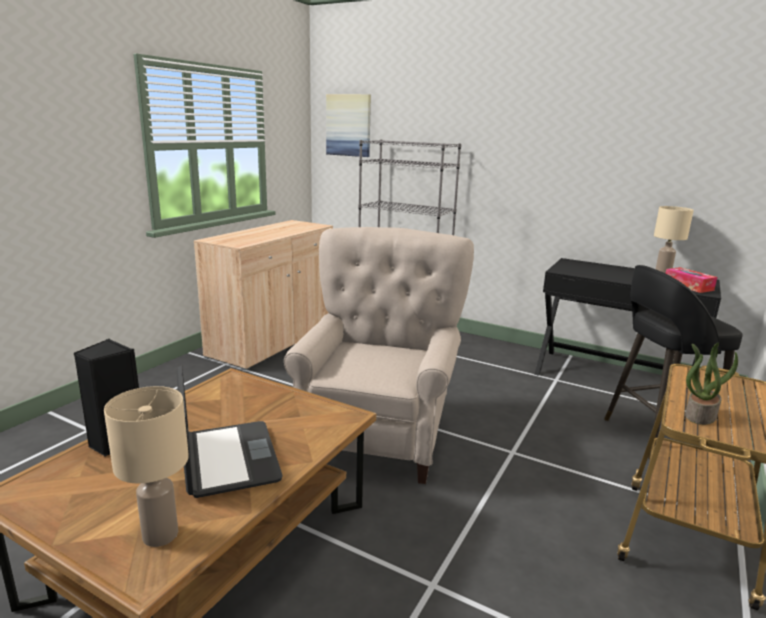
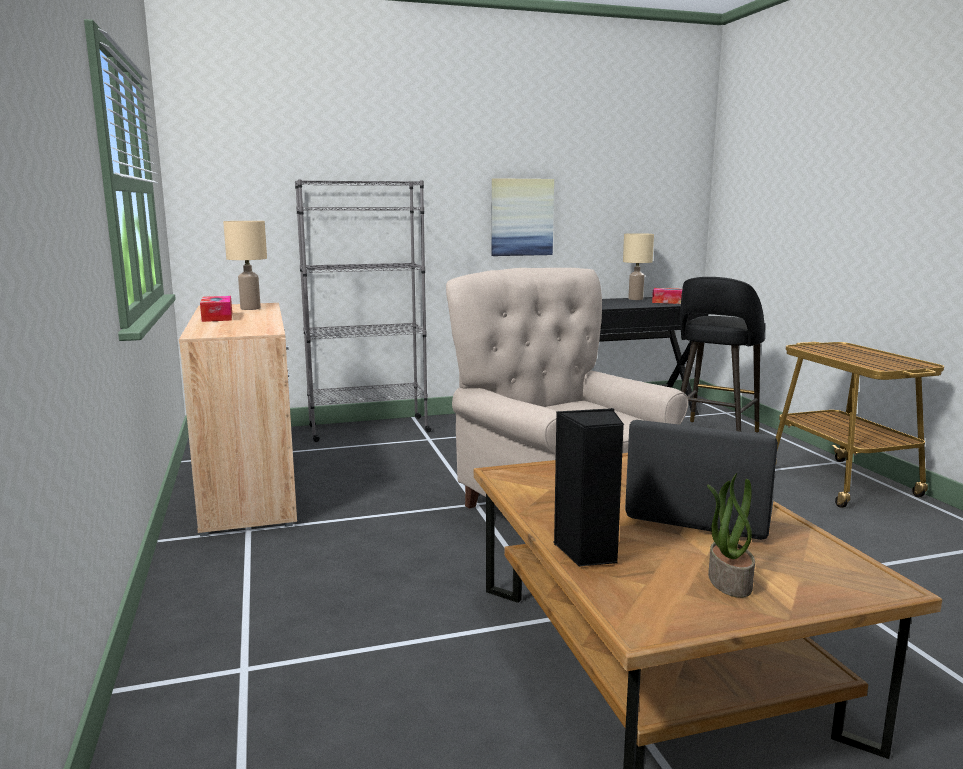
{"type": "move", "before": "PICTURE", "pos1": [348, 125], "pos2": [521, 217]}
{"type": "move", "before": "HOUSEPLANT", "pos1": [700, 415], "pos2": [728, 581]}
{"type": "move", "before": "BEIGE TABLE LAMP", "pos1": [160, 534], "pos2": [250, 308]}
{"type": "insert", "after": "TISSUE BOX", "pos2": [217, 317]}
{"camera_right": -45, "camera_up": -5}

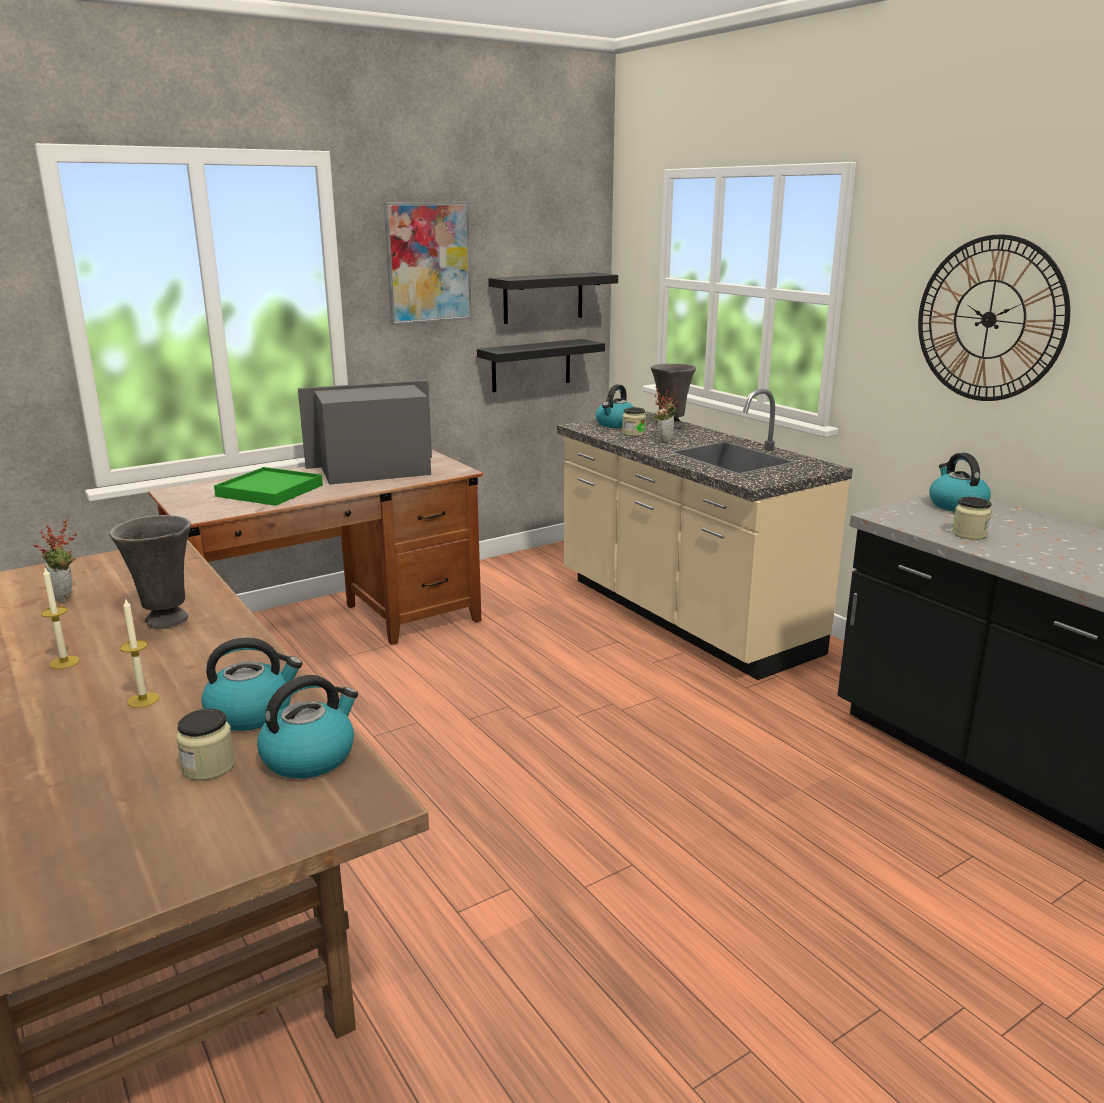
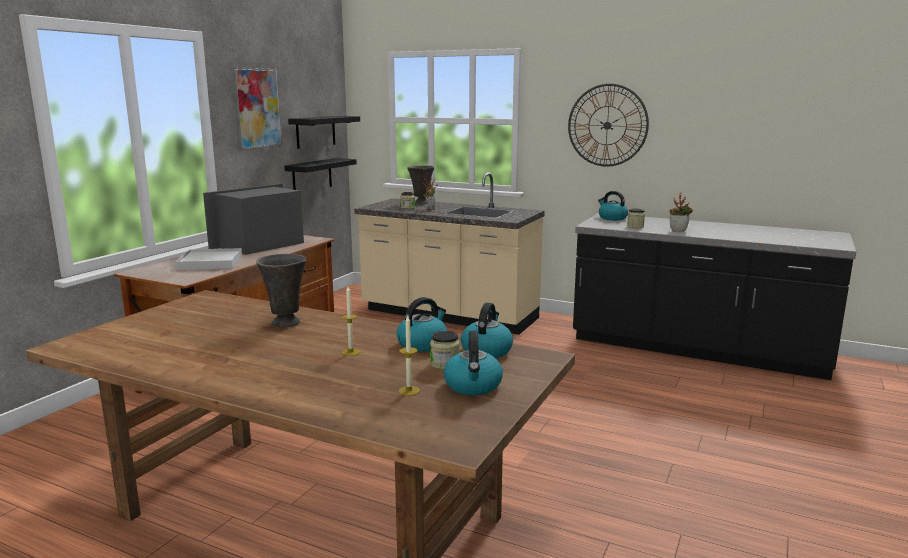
{"type": "move", "before": "KETTLE", "pos1": [616, 424], "pos2": [473, 386]}
{"type": "recolor", "before": "GREEN-COLOURED TRAY", "after": "WHITE TRAY", "pos1": [270, 491], "pos2": [210, 262]}
{"type": "move", "before": "HOUSEPLANT", "pos1": [66, 597], "pos2": [679, 231]}
{"type": "move", "before": "CANDLE", "pos1": [64, 662], "pos2": [409, 391]}
{"camera_right": -30, "camera_up": -5}

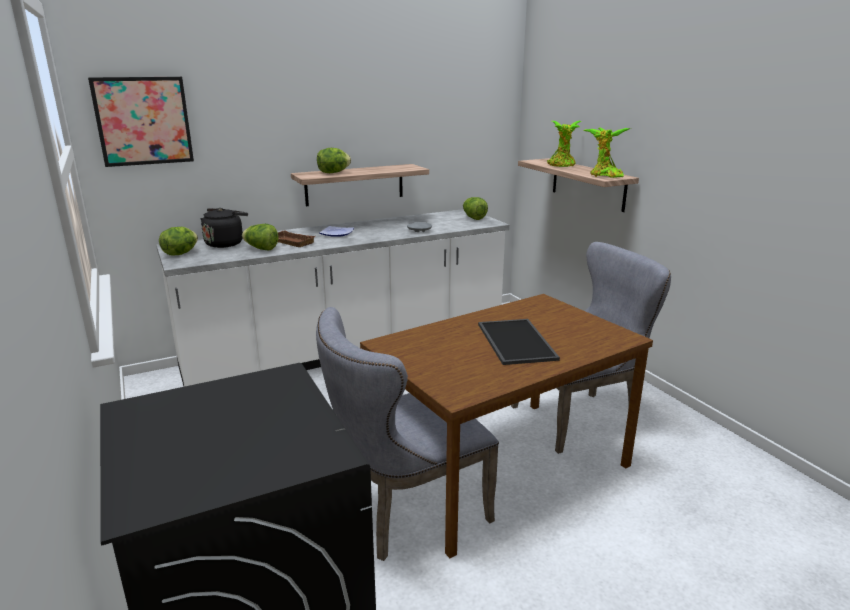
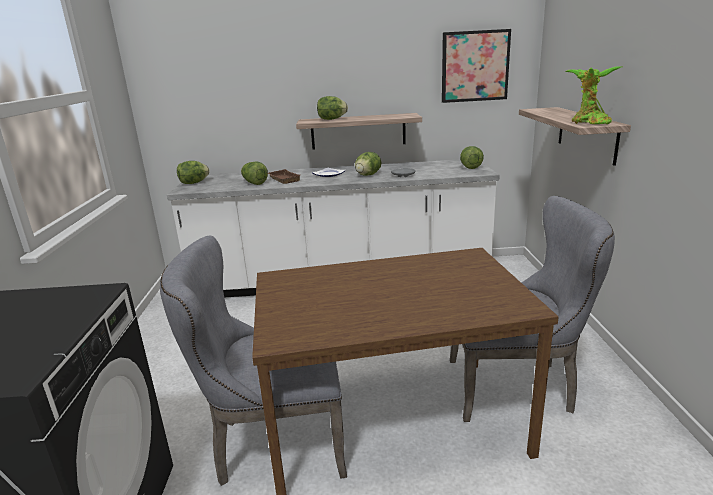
{"type": "move", "before": "PICTURE", "pos1": [143, 121], "pos2": [474, 66]}
{"type": "delete", "before": "HOUSEPLANT", "pos1": [562, 165]}
{"type": "delete", "before": "BLACK KETTLE", "pos1": [225, 243]}
{"type": "delete", "before": "TRAY", "pos1": [514, 341]}
{"type": "insert", "after": "LETTUCE", "pos2": [367, 175]}
{"camera_right": 25, "camera_up": 0}

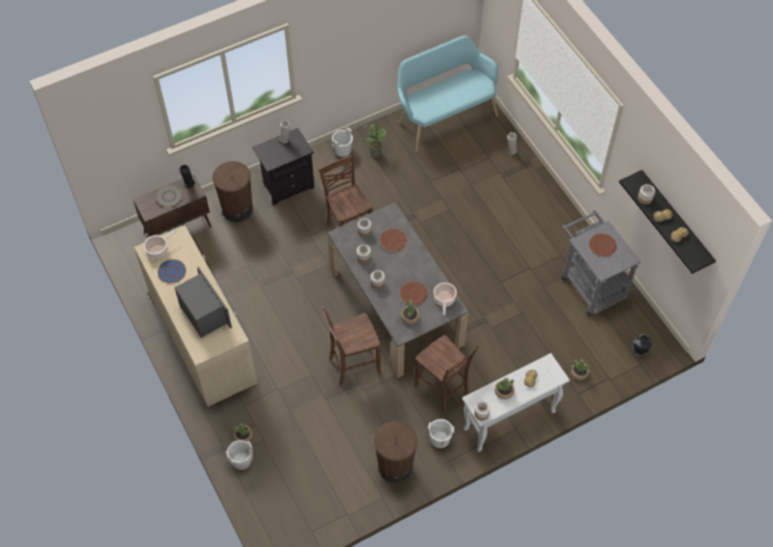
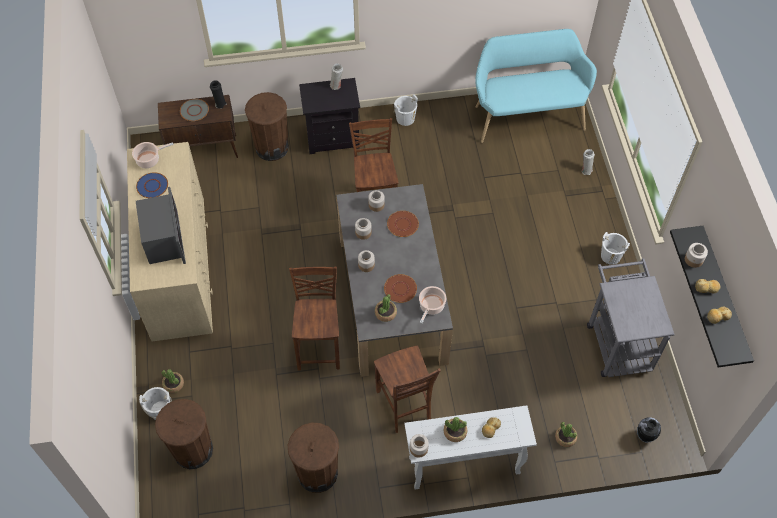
{"type": "delete", "before": "HOUSEPLANT", "pos1": [376, 151]}
{"type": "delete", "before": "BROWNISH DINNER PLATE", "pos1": [602, 245]}
{"type": "rotate", "before": "BROWNISH PLAIN CHAIR", "pos1": [353, 365], "pos2": [320, 347], "turn": 90}
{"type": "move", "before": "WHITE PAIL", "pos1": [440, 439], "pos2": [610, 256]}
{"type": "insert", "after": "BROWNISH WASTE BIN", "pos2": [193, 450]}
{"camera_right": 20, "camera_up": 0}

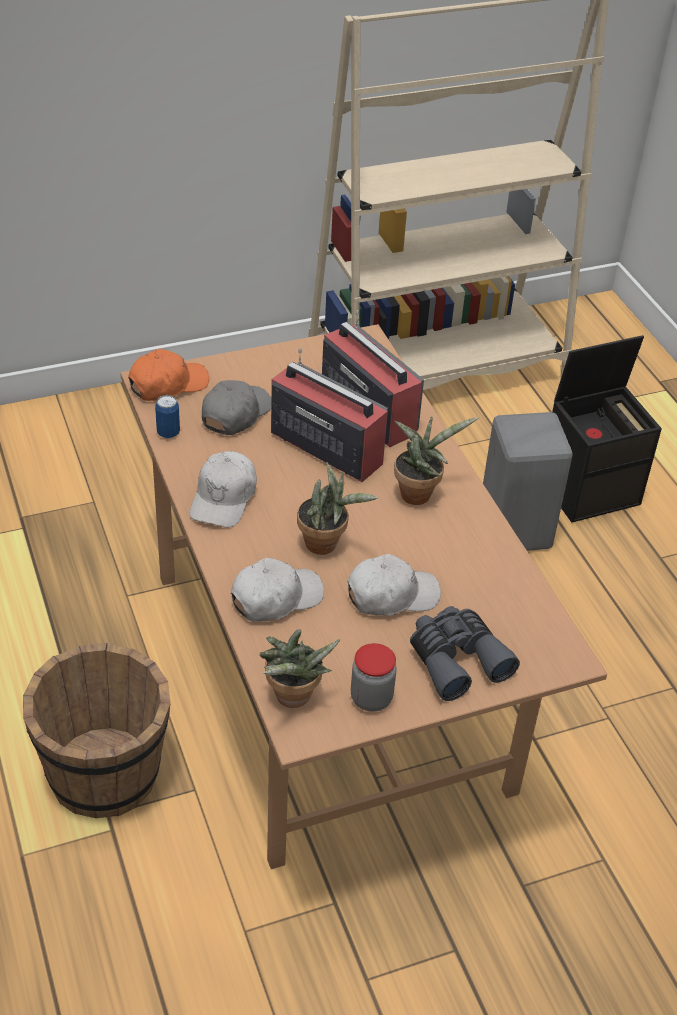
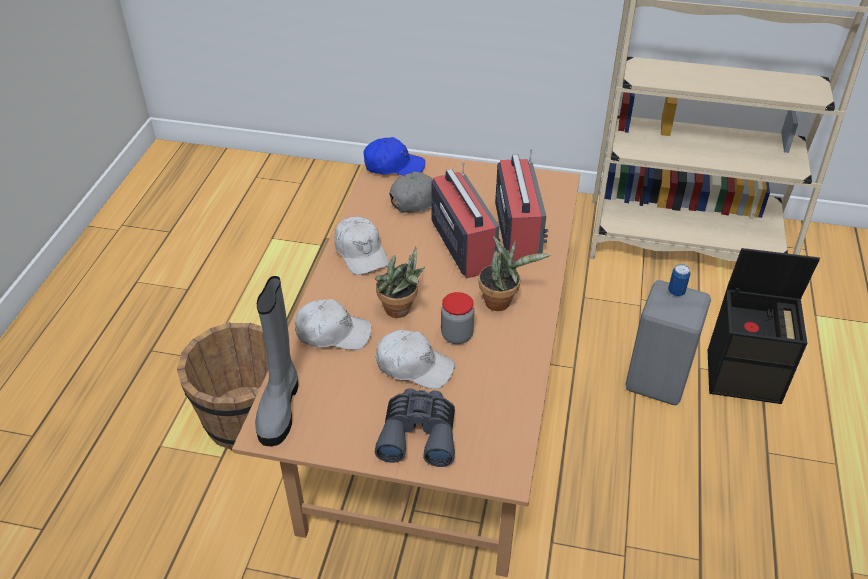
{"type": "recolor", "before": "ORANGE BASEBALL CAP", "after": "BLUE-COLOURED BASEBALL CAP", "pos1": [168, 384], "pos2": [393, 166]}
{"type": "move", "before": "CAN", "pos1": [168, 433], "pos2": [676, 292]}
{"type": "rotate", "before": "WHITE BASEBALL CAP", "pos1": [224, 498], "pos2": [361, 252], "turn": -75}
{"type": "replace", "before": "HOUSEPLANT", "after": "GRAY HIGH-TOP BOOT", "pos1": [293, 699], "pos2": [280, 407]}
{"type": "move", "before": "STORAGE JAR", "pos1": [371, 698], "pos2": [457, 335]}
{"camera_right": 35, "camera_up": 0}

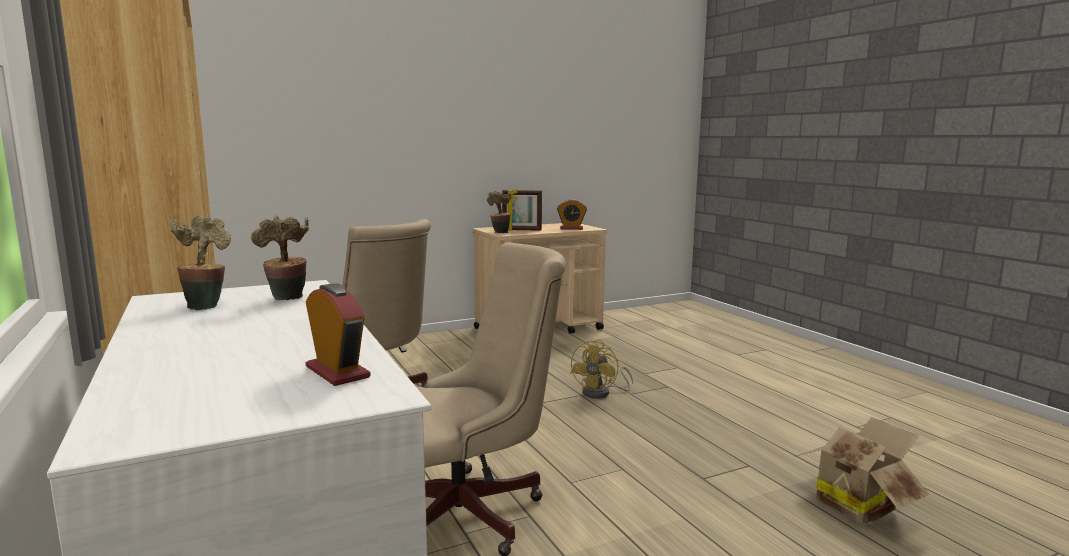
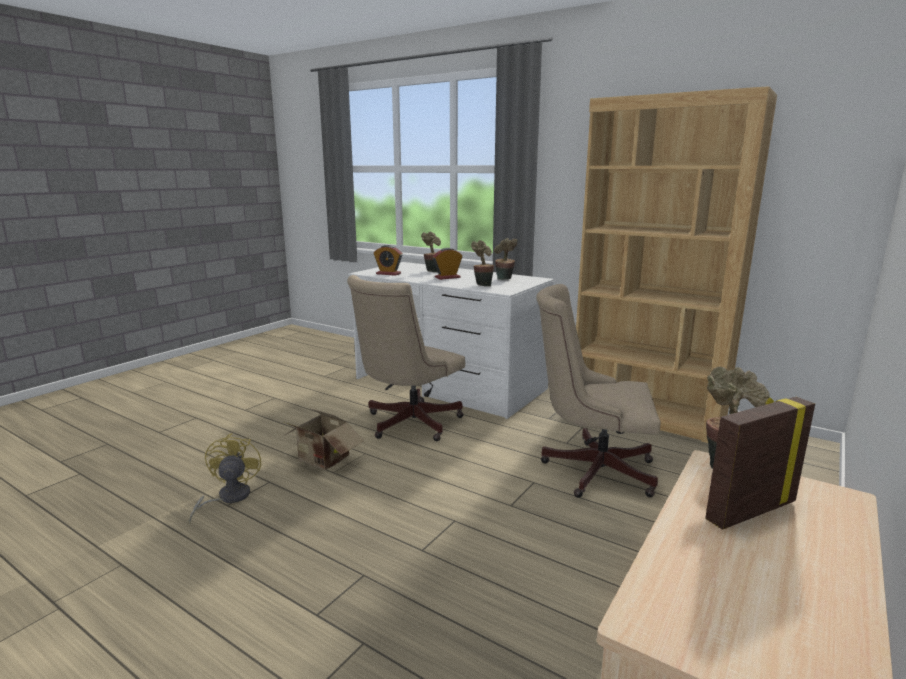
{"type": "move", "before": "BEDSIDE CLOCK", "pos1": [571, 228], "pos2": [447, 277]}
{"type": "move", "before": "YELLOWISH COOLING FAN", "pos1": [601, 393], "pos2": [228, 498]}
{"type": "move", "before": "PACKING BOX", "pos1": [856, 504], "pos2": [322, 461]}
{"type": "insert", "after": "HOUSEPLANT", "pos2": [432, 271]}
{"camera_right": 150, "camera_up": 5}

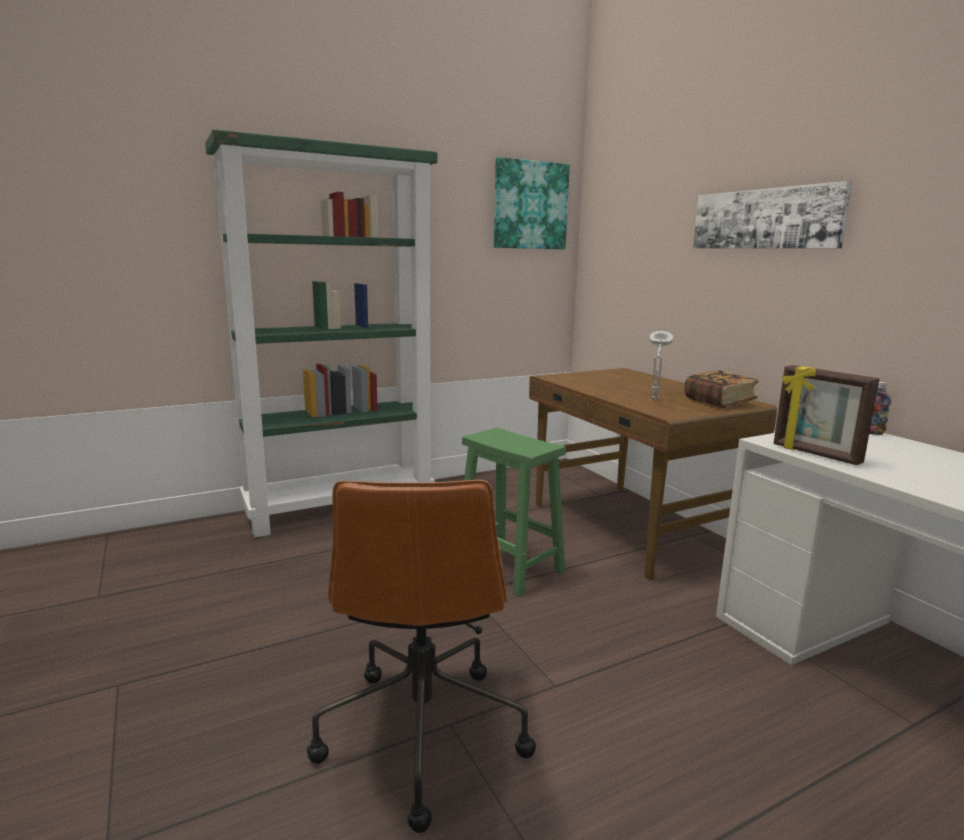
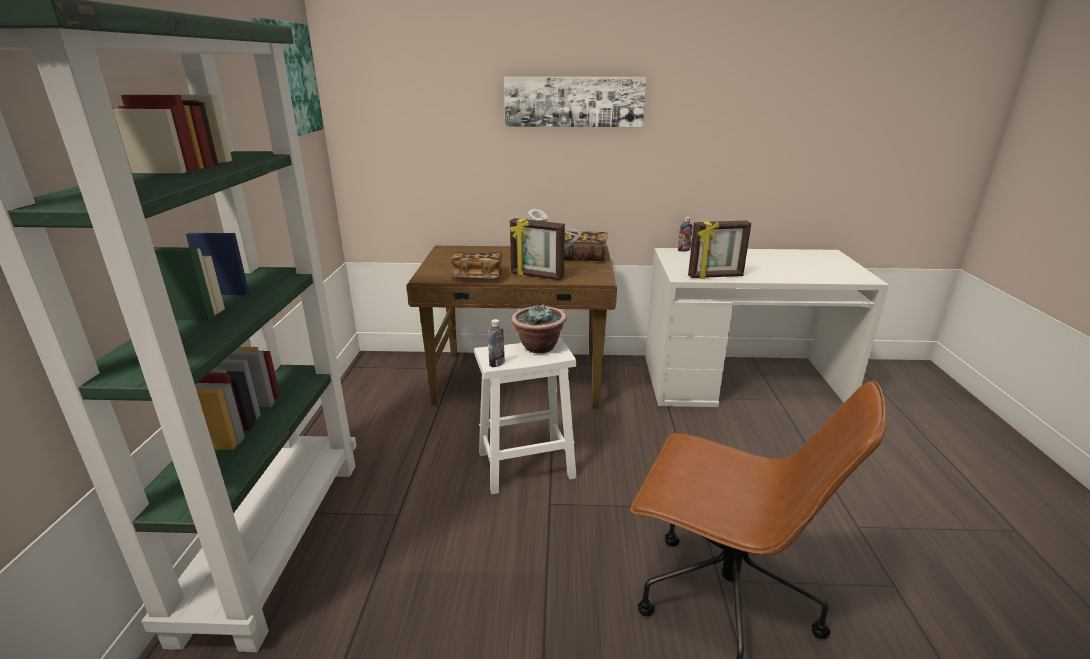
{"type": "recolor", "before": "GREEN-COLOURED STOOL SEAT", "after": "WHITE STOOL SEAT", "pos1": [507, 567], "pos2": [524, 465]}
{"type": "insert", "after": "PICTURE FRAME", "pos2": [536, 276]}
{"type": "insert", "after": "BOUND BOOK", "pos2": [478, 277]}
{"type": "insert", "after": "HOUSEPLANT", "pos2": [538, 347]}
{"type": "insert", "after": "BEVERAGE BOTTLE", "pos2": [497, 363]}
{"camera_right": -60, "camera_up": 10}

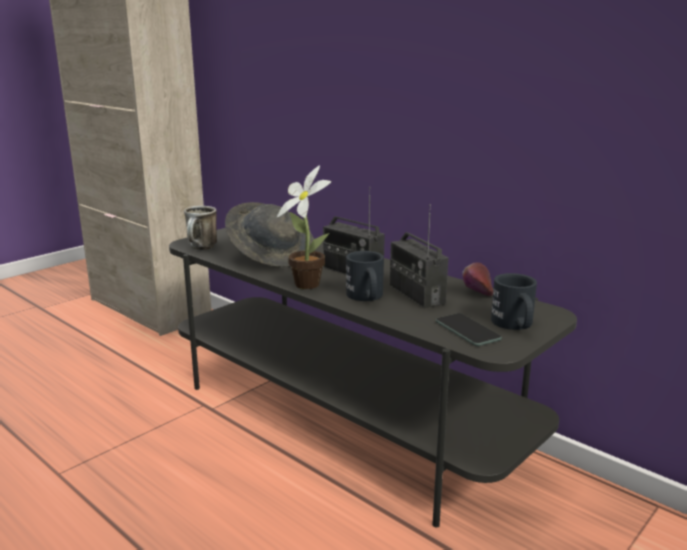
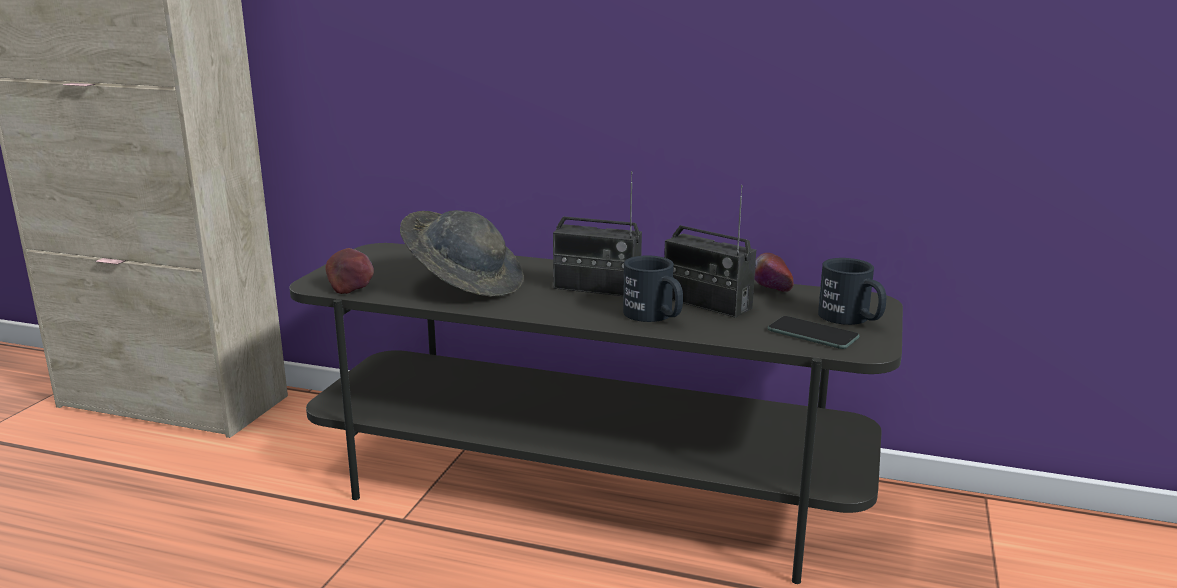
{"type": "delete", "before": "HOUSEPLANT", "pos1": [306, 283]}
{"type": "replace", "before": "MUG", "after": "APPLE", "pos1": [201, 249], "pos2": [351, 288]}
{"camera_right": -25, "camera_up": 0}

